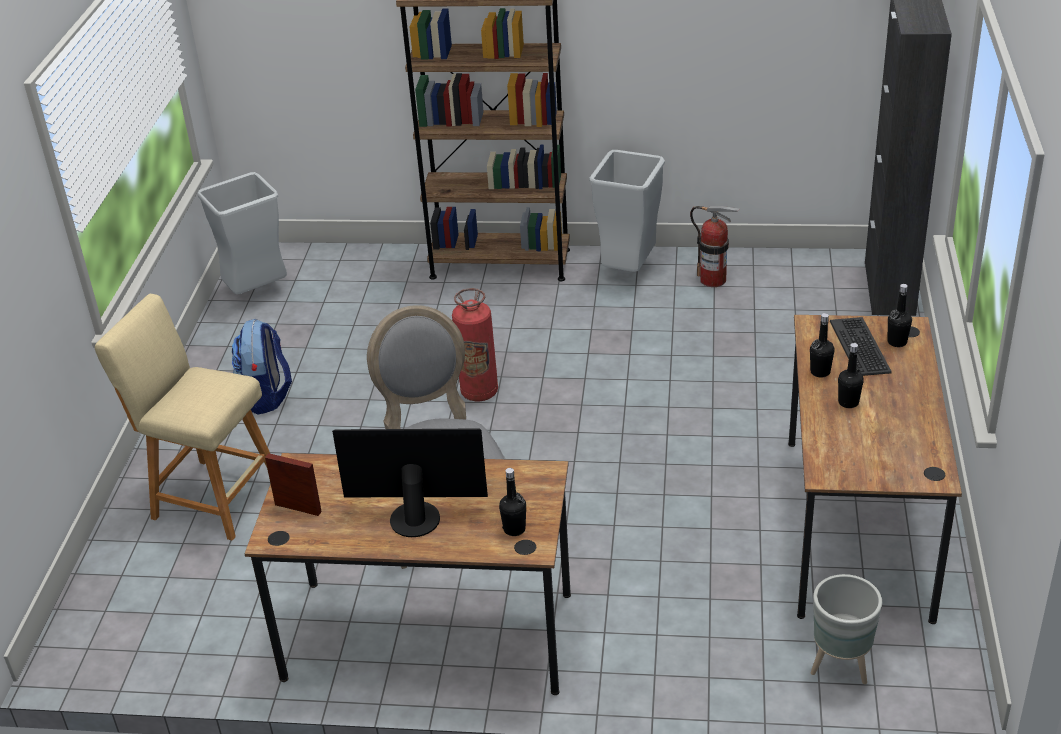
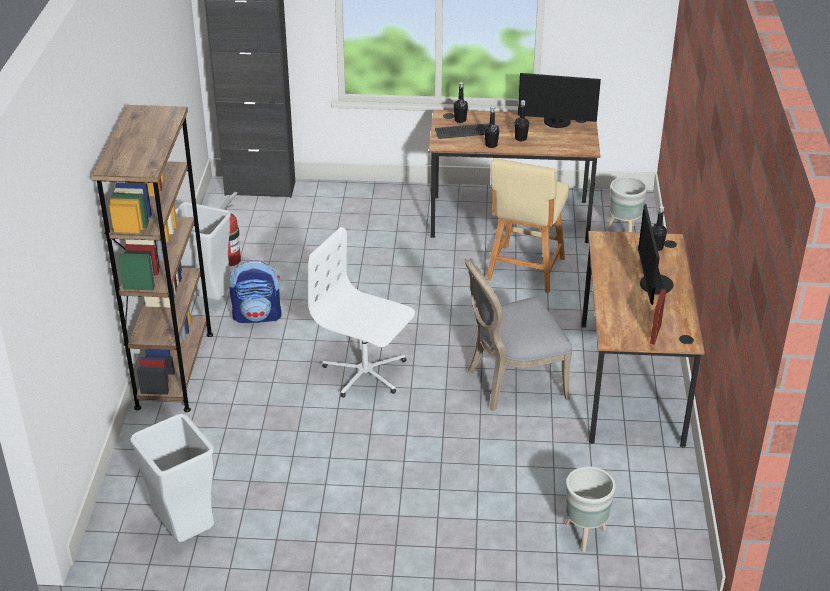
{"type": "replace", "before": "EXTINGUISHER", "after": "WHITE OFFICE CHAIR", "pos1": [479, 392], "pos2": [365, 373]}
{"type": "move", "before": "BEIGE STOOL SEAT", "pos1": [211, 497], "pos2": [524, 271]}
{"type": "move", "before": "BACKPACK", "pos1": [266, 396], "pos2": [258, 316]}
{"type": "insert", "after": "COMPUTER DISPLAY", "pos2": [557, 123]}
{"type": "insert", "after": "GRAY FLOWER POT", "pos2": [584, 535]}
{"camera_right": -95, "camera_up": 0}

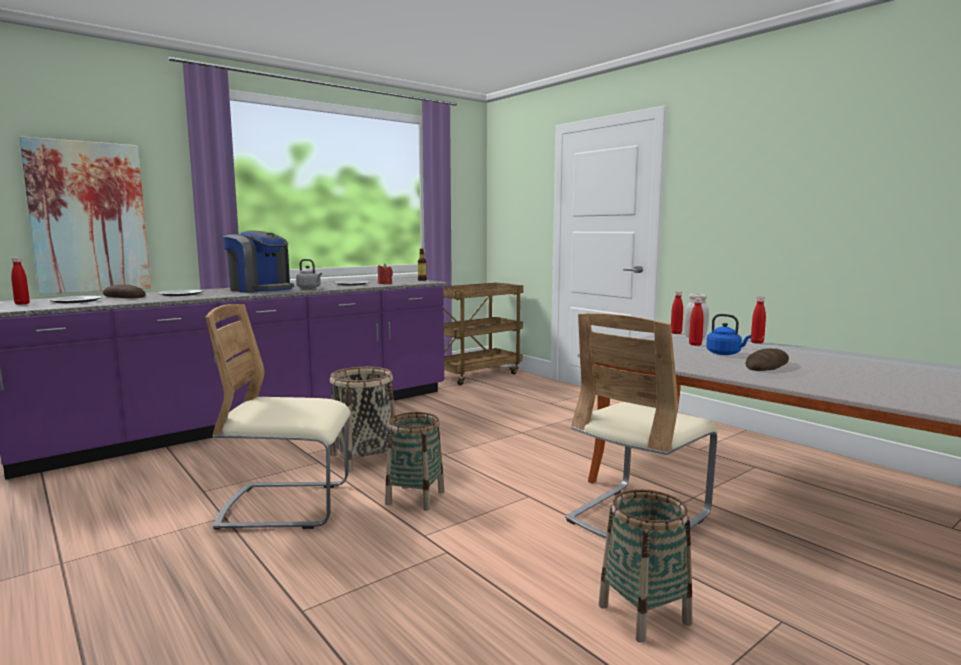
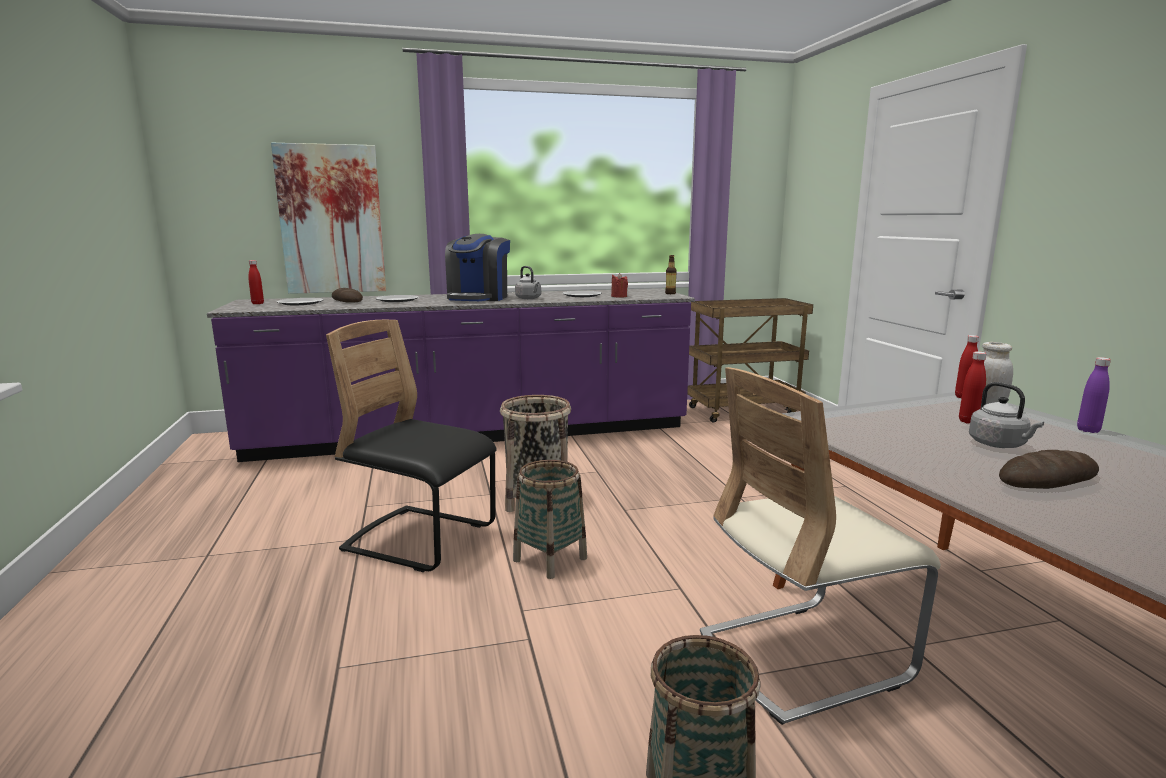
{"type": "rotate", "before": "COFFEE MACHINE", "pos1": [260, 290], "pos2": [478, 298], "turn": 45}
{"type": "recolor", "before": "REDDISH BEVERAGE BOTTLE", "after": "PURPLE-COLOURED BEVERAGE BOTTLE", "pos1": [757, 342], "pos2": [1088, 430]}
{"type": "recolor", "before": "BEIGE PLAIN CHAIR", "after": "BLACK PLAIN CHAIR", "pos1": [286, 506], "pos2": [420, 539]}
{"type": "recolor", "before": "BLUE-COLOURED KETTLE", "after": "GRAY KETTLE", "pos1": [725, 354], "pos2": [999, 445]}
{"camera_right": 25, "camera_up": 5}

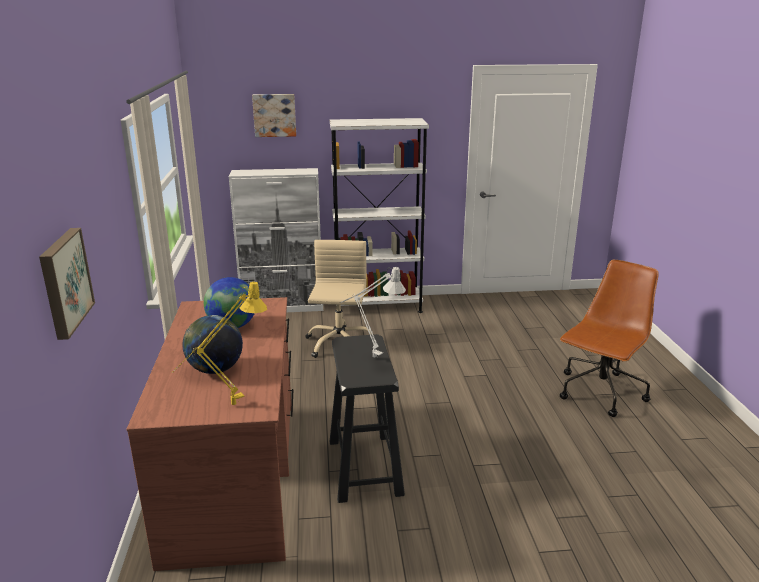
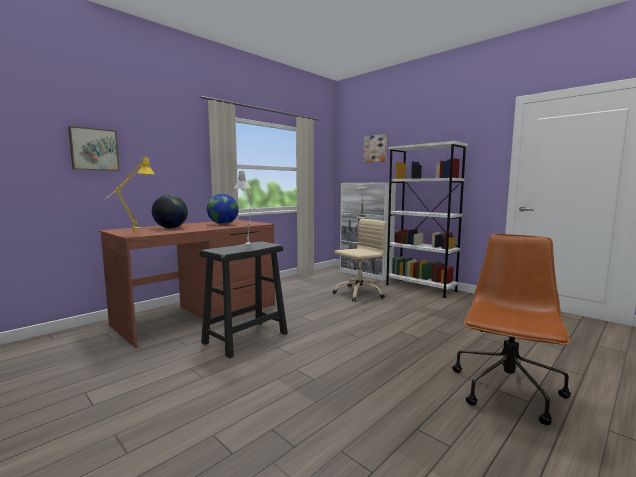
{"type": "rotate", "before": "BROWNISH OFFICE CHAIR", "pos1": [600, 393], "pos2": [507, 392], "turn": -60}
{"camera_right": 50, "camera_up": -15}

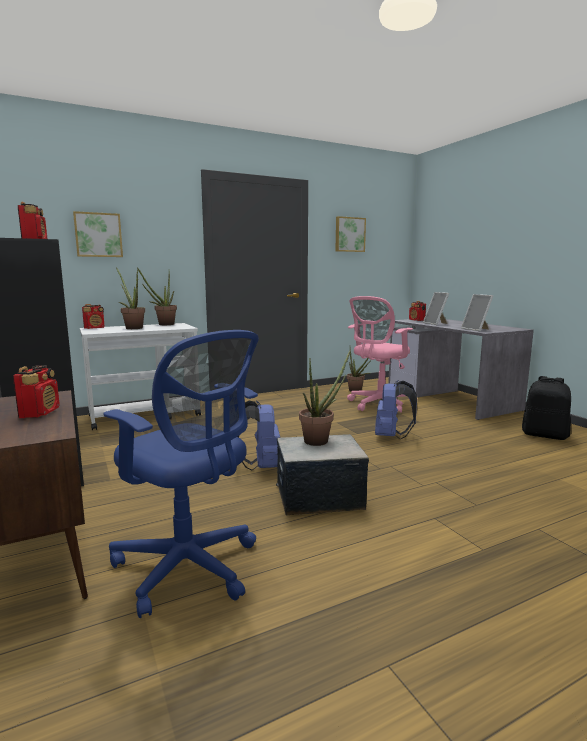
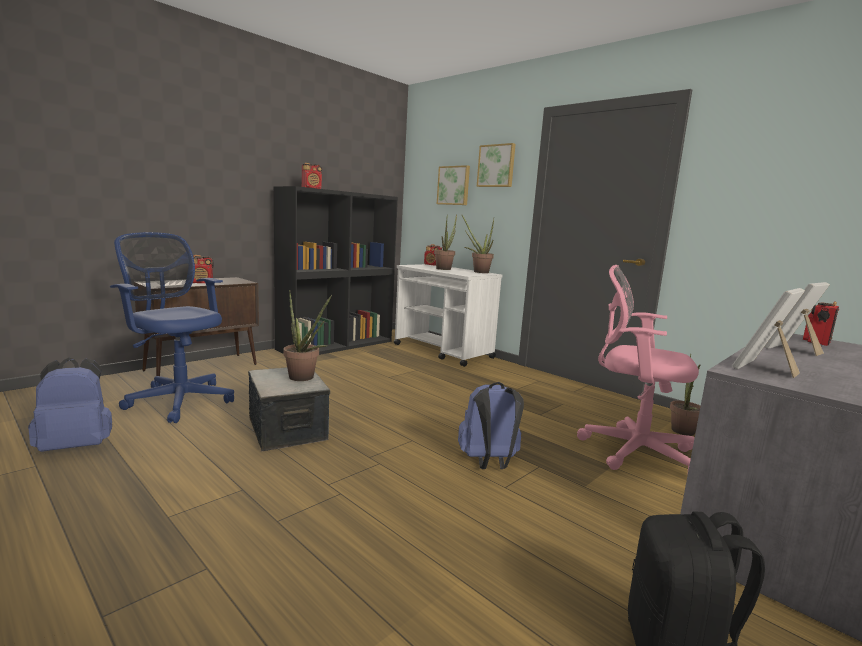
{"type": "move", "before": "PICTURE", "pos1": [349, 234], "pos2": [496, 166]}
{"type": "rotate", "before": "BLUE-COLOURED OFFICE CHAIR", "pos1": [190, 568], "pos2": [179, 399], "turn": 105}
{"type": "move", "before": "BLUE-COLOURED BACKPACK", "pos1": [261, 466], "pos2": [76, 446]}
{"camera_right": 70, "camera_up": 0}

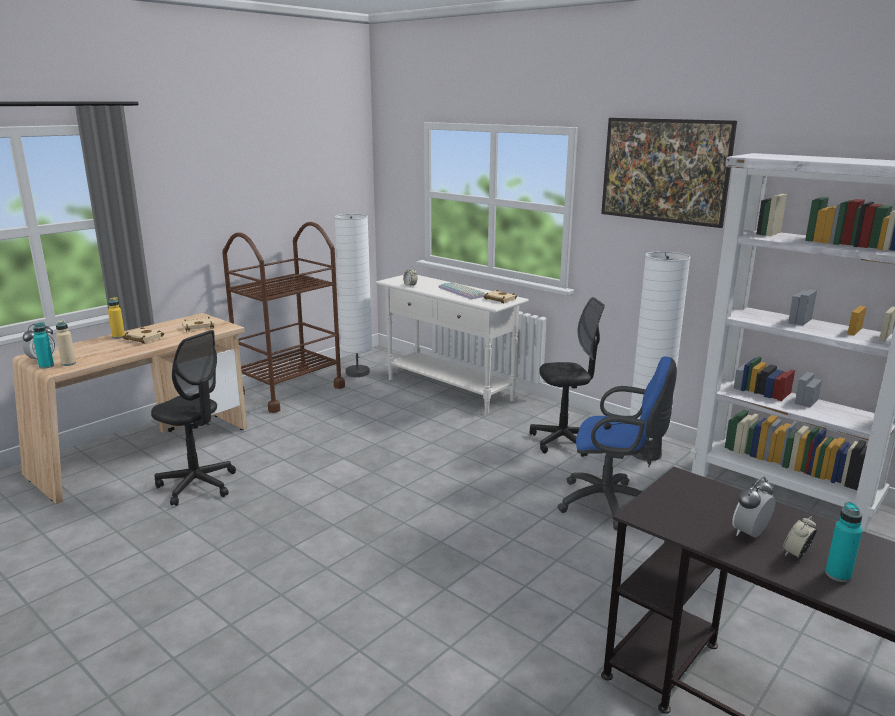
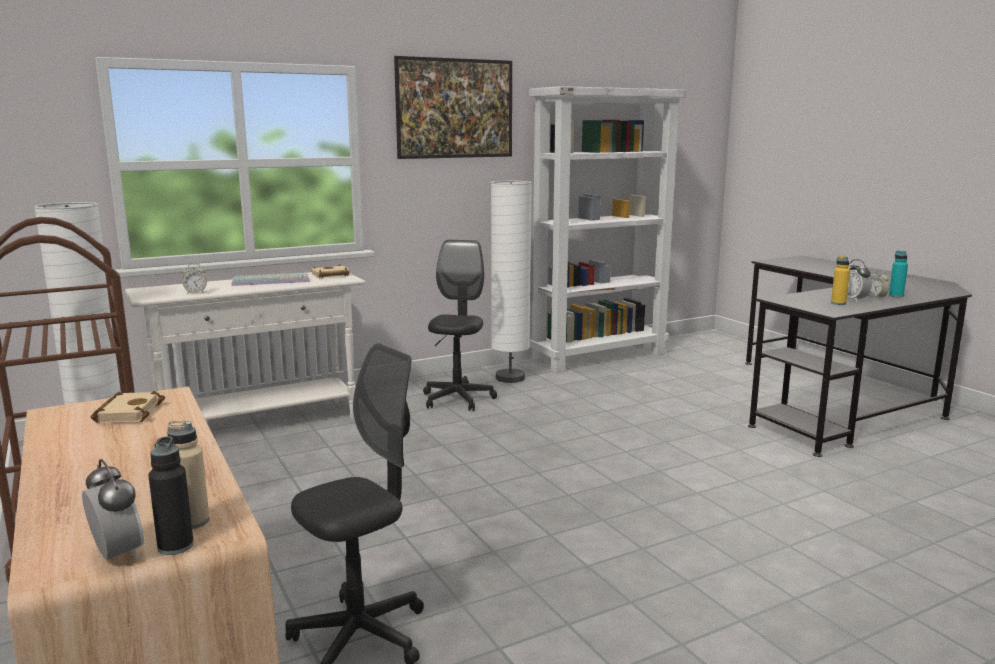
{"type": "move", "before": "YELLOWISH BEVERAGE BOTTLE", "pos1": [118, 336], "pos2": [838, 303]}
{"type": "recolor", "before": "TURQUOISE-COLOURED BEVERAGE BOTTLE", "after": "BLACK BEVERAGE BOTTLE", "pos1": [46, 366], "pos2": [175, 546]}
{"type": "delete", "before": "BEIGE BOUND BOOK", "pos1": [142, 339]}
{"type": "delete", "before": "BLUE-COLOURED OFFICE CHAIR", "pos1": [612, 504]}
{"camera_right": -70, "camera_up": -5}

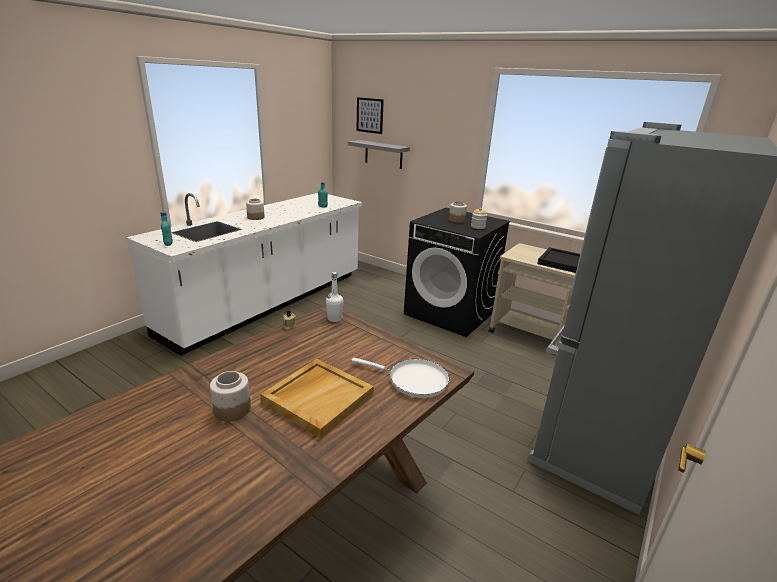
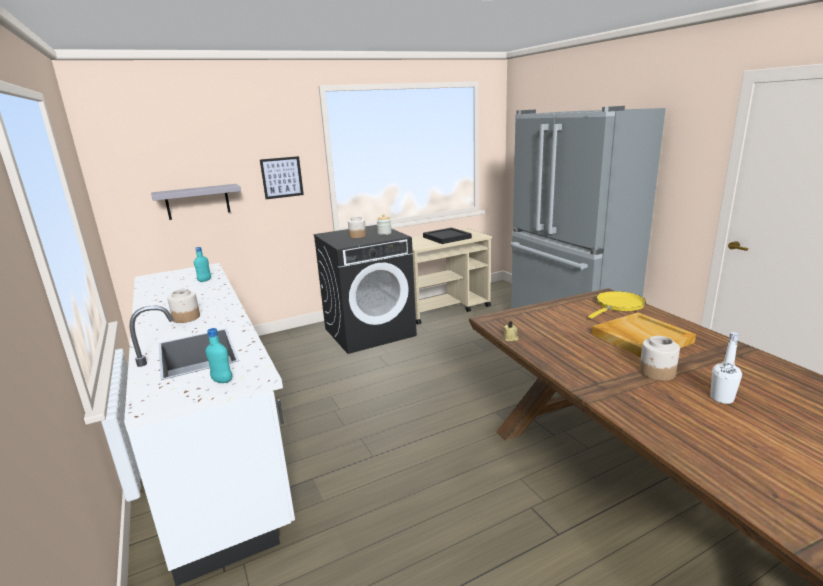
{"type": "move", "before": "PICTURE", "pos1": [370, 115], "pos2": [282, 177]}
{"type": "move", "before": "WHITE BEVERAGE BOTTLE", "pos1": [334, 319], "pos2": [721, 398]}
{"type": "recolor", "before": "WHITE SKILLET", "after": "YELLOWISH SKILLET", "pos1": [413, 380], "pos2": [618, 305]}
{"camera_right": -60, "camera_up": -5}

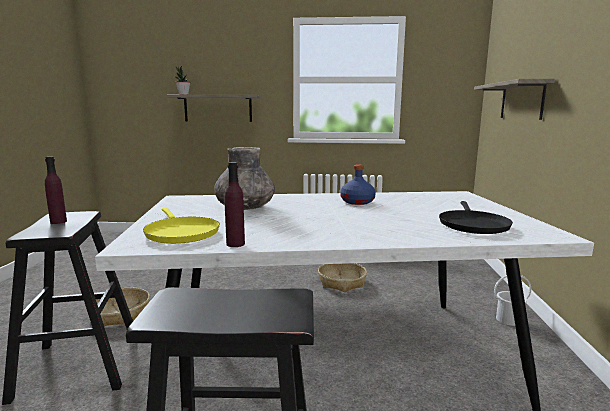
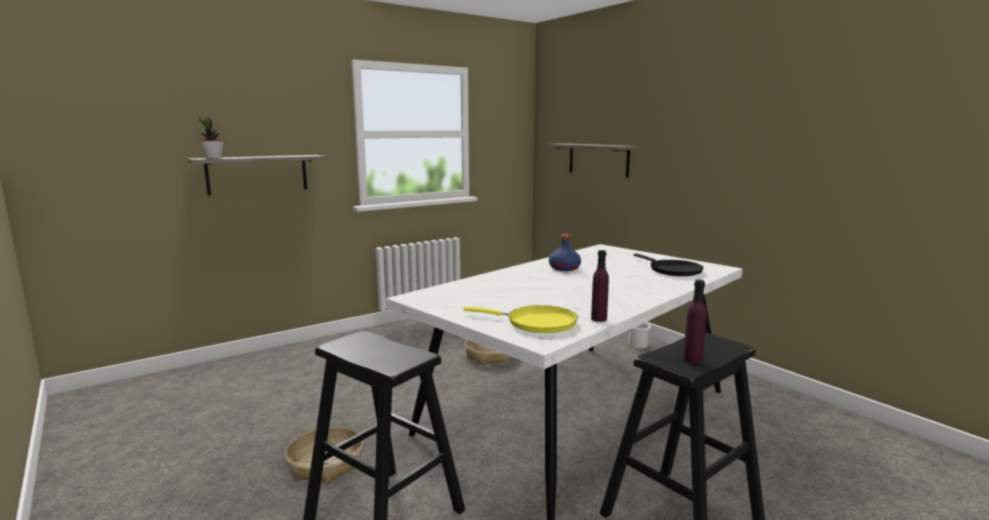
{"type": "delete", "before": "GRAY DECORATIVE VASE", "pos1": [245, 208]}
{"type": "move", "before": "PURPLE-COLOURED BEVERAGE BOTTLE", "pos1": [58, 222], "pos2": [692, 359]}
{"camera_right": -40, "camera_up": 0}

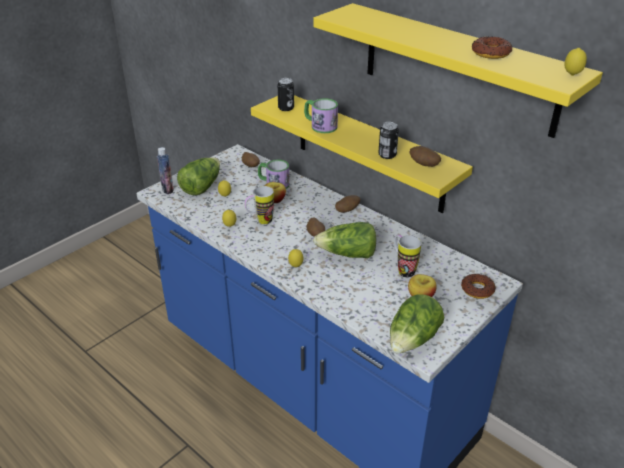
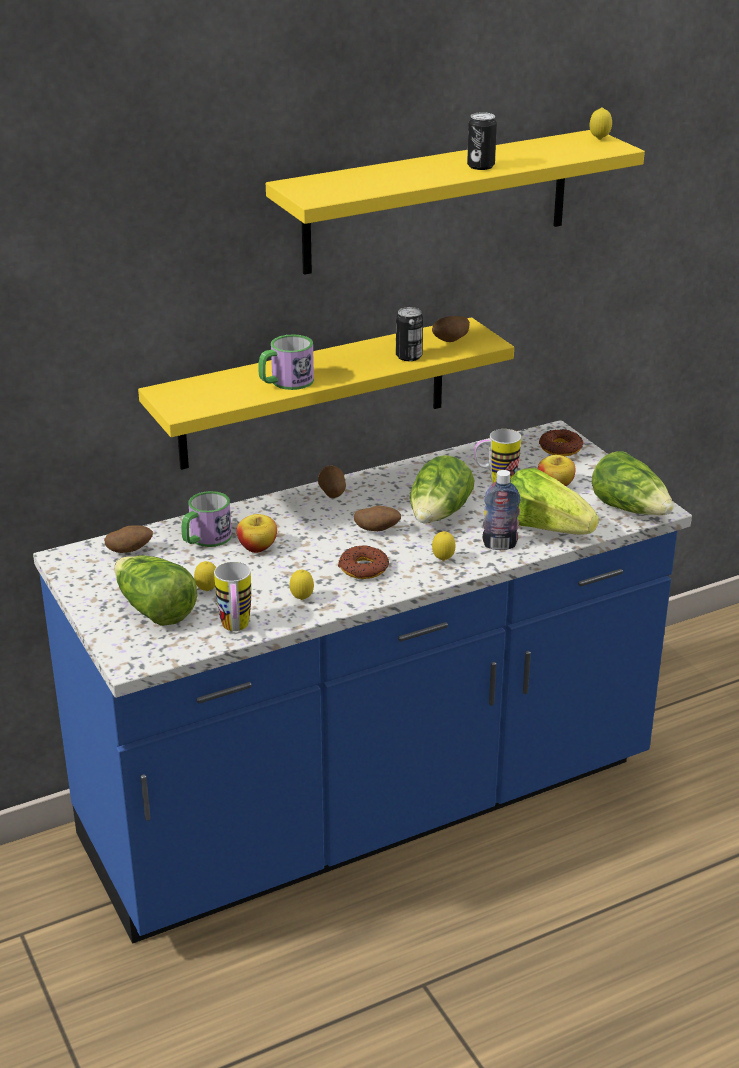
{"type": "move", "before": "DOUGHNUT", "pos1": [490, 53], "pos2": [363, 568]}
{"type": "move", "before": "CAN", "pos1": [286, 108], "pos2": [480, 166]}
{"type": "move", "before": "BEVERAGE BOTTLE", "pos1": [167, 189], "pos2": [499, 545]}
{"type": "move", "before": "MUG", "pos1": [260, 221], "pos2": [235, 629]}
{"type": "insert", "after": "LETTUCE", "pos2": [544, 528]}
{"camera_right": -70, "camera_up": -5}

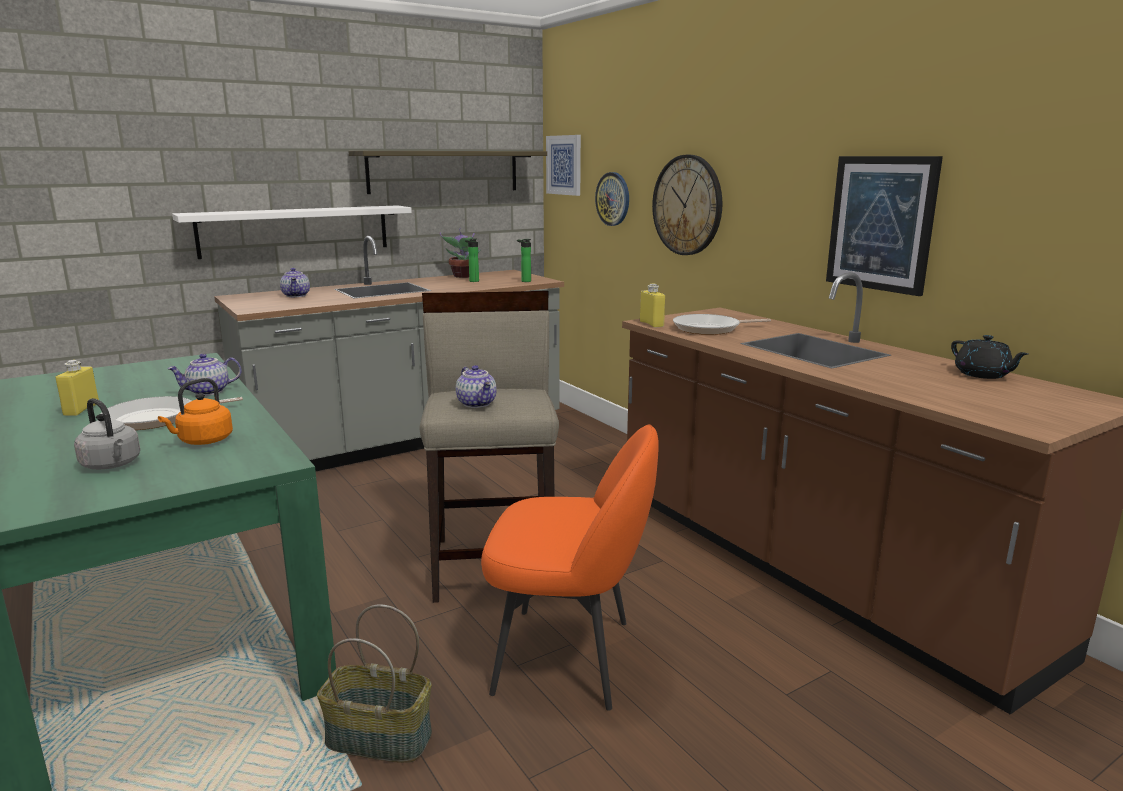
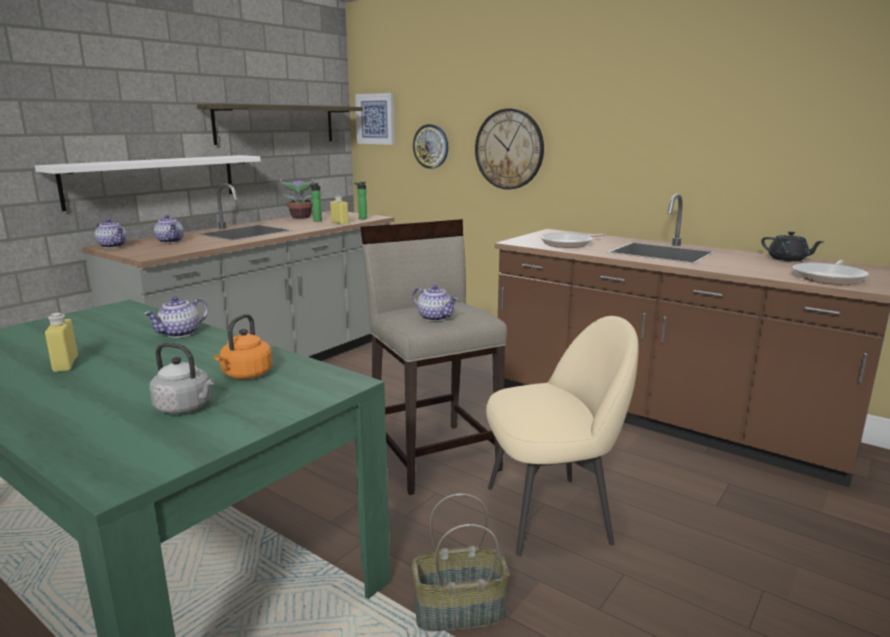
{"type": "delete", "before": "PICTURE", "pos1": [881, 223]}
{"type": "move", "before": "YELLOWISH BEVERAGE BOTTLE", "pos1": [651, 324], "pos2": [339, 223]}
{"type": "move", "before": "SKILLET", "pos1": [156, 418], "pos2": [829, 277]}
{"type": "recolor", "before": "ORANGE PLAIN CHAIR", "after": "BEIGE PLAIN CHAIR", "pos1": [568, 657], "pos2": [551, 513]}
{"type": "insert", "after": "TEA POT", "pos2": [113, 246]}
{"camera_right": -20, "camera_up": 0}

